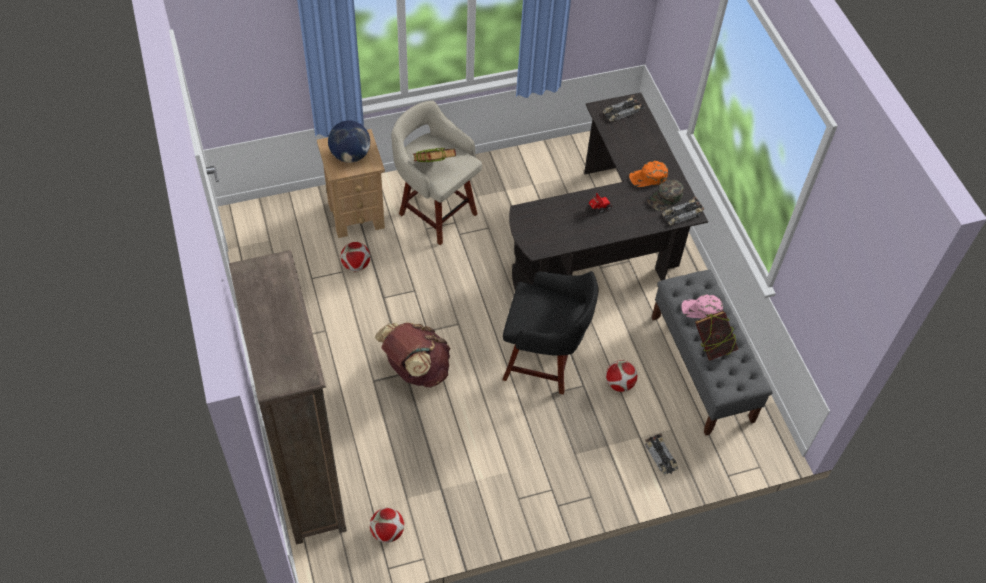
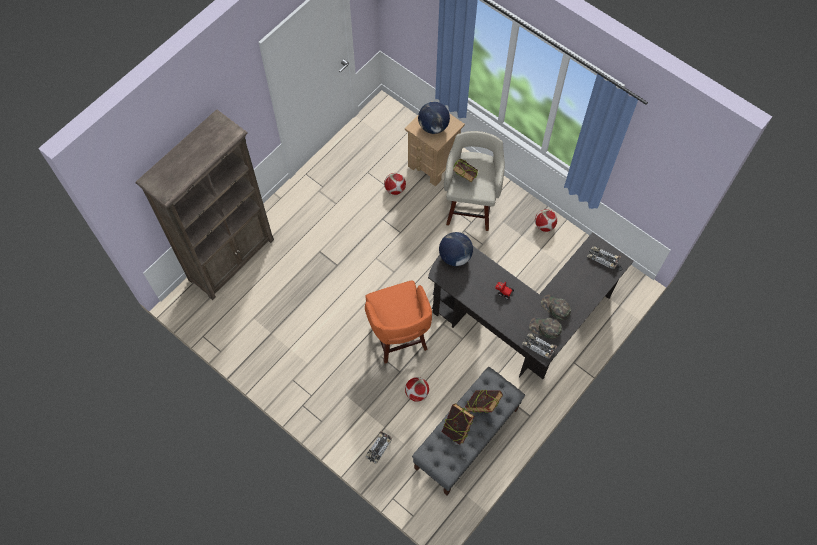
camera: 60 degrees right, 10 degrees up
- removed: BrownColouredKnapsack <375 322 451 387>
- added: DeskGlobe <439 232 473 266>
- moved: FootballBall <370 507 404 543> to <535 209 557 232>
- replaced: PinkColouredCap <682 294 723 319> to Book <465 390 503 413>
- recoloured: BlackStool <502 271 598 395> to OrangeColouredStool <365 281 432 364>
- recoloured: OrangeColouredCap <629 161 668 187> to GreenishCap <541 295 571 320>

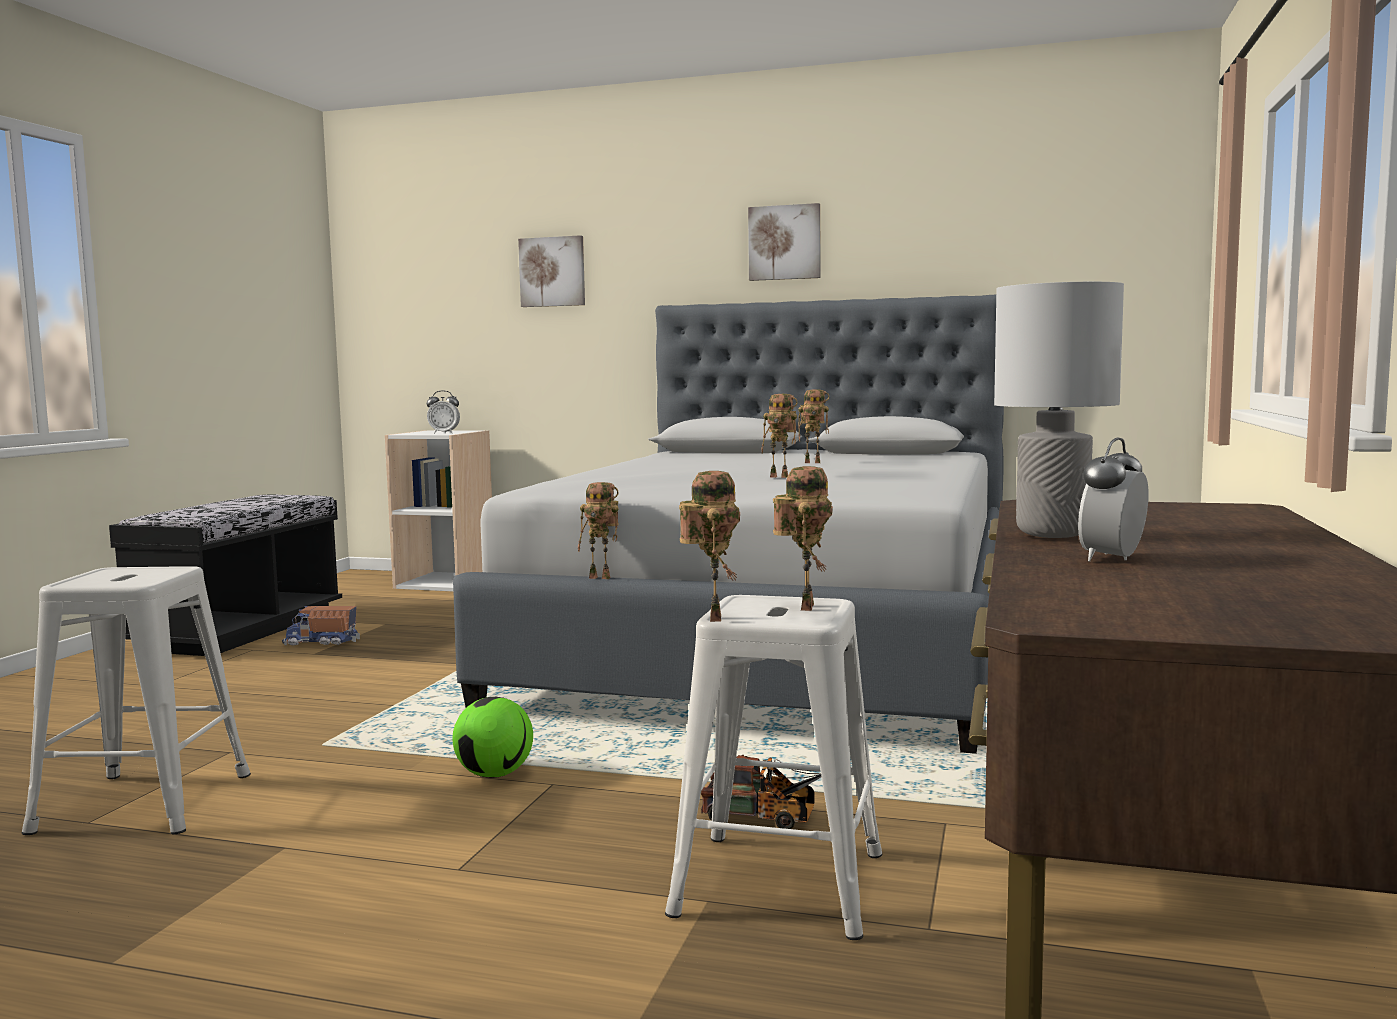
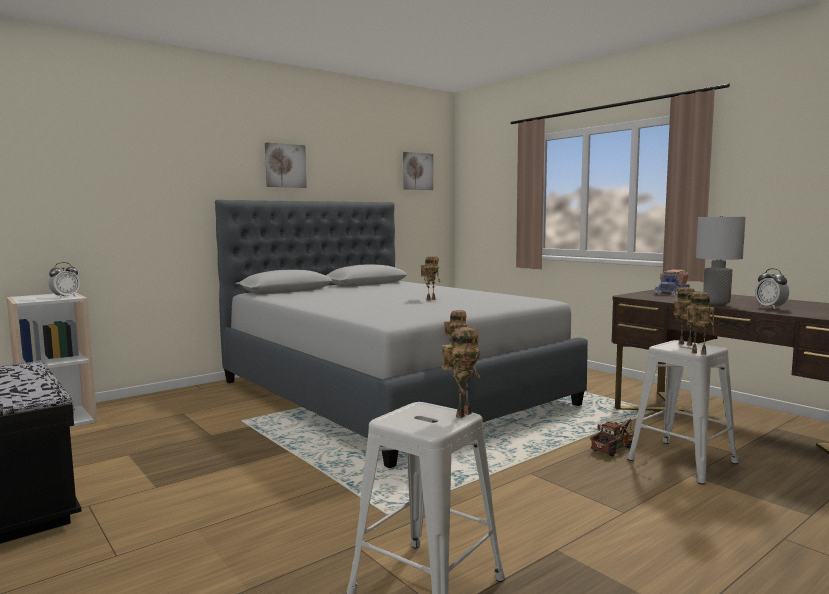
camera: 55 degrees left, 0 degrees up
- removed: FootballBall <453 697 533 778>
- moved: ModelTruck <282 606 360 646> to <654 270 690 295>
- moved: Picture <518 235 585 307> to <403 152 433 190>
- moved: ModelRobot <798 389 829 463> to <442 327 480 418>

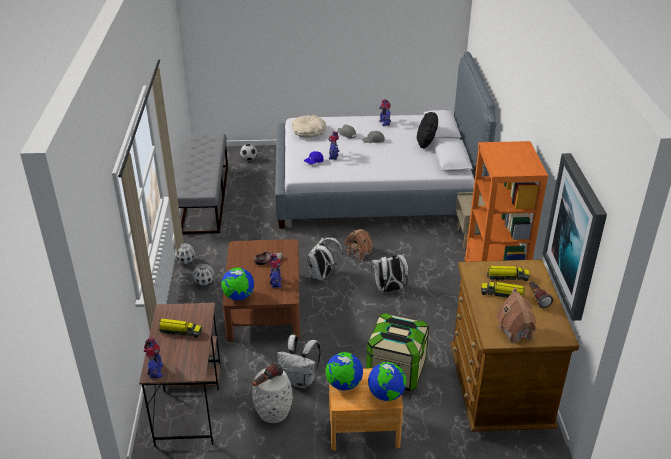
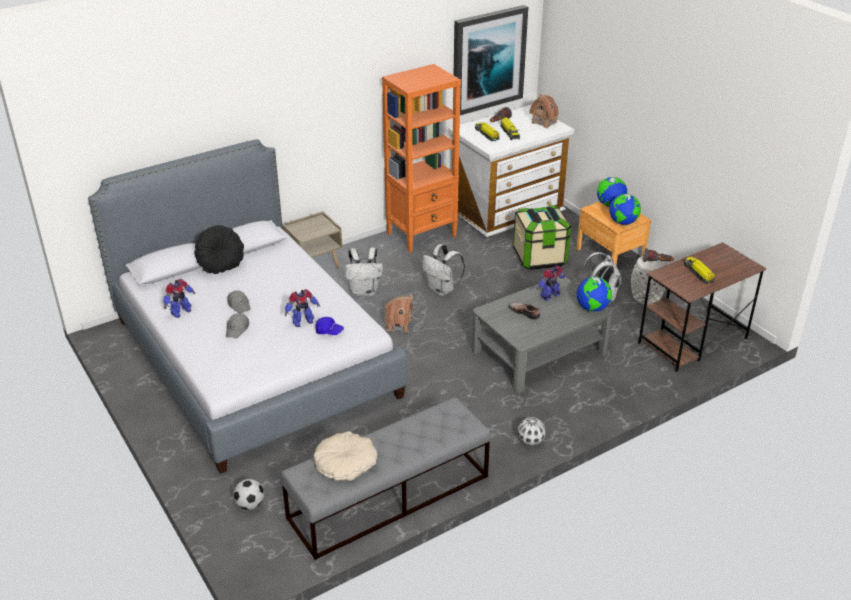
camera: 120 degrees left, 0 degrees up
- removed: ModelRobot <144 338 163 379>
- removed: FootballBall <193 264 214 286>
- moved: SandColouredPillow <292 115 326 138> to <314 431 377 481>
- moved: WhiteKnapsack <307 238 343 281> to <345 247 383 296>
- recoloured: BrownColouredLoungeTable <222 239 300 342> to GrayLoungeTable <472 276 612 393>
- recoloured: BrownColouredChestOfDrawers <450 259 579 432> to WhiteChestOfDrawers <448 105 575 237>

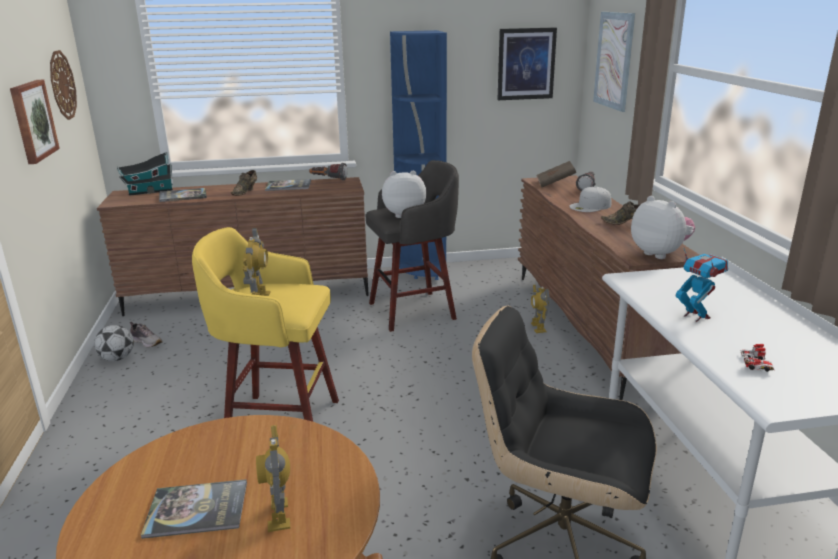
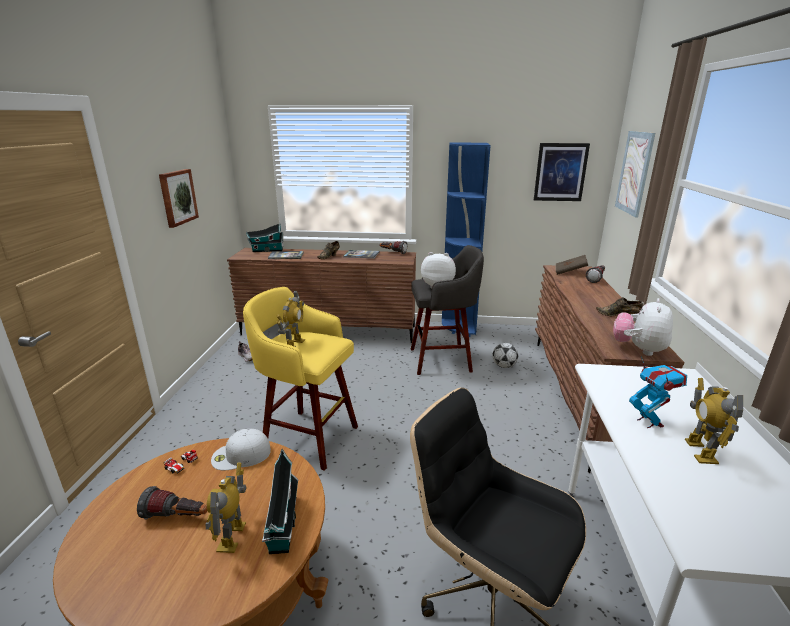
camera: 15 degrees right, 0 degrees up
- removed: HangingClock <50 50 77 120>
- added: ModelHouse <262 449 298 554>
- moved: FootballBall <94 325 134 361> to <492 343 518 368>
- moved: ModelRobot <531 285 550 333> to <685 378 743 464>
- moved: WhiteCap <569 187 612 212> to <211 429 271 470>
- moved: MiniatureCar <740 344 774 372> to <164 450 198 474>
- replaced: Book <141 479 247 539> to Torch <137 486 207 519>
- turned: PlushToy <631 196 695 259> = <613 298 673 356> 135 degrees counterclockwise

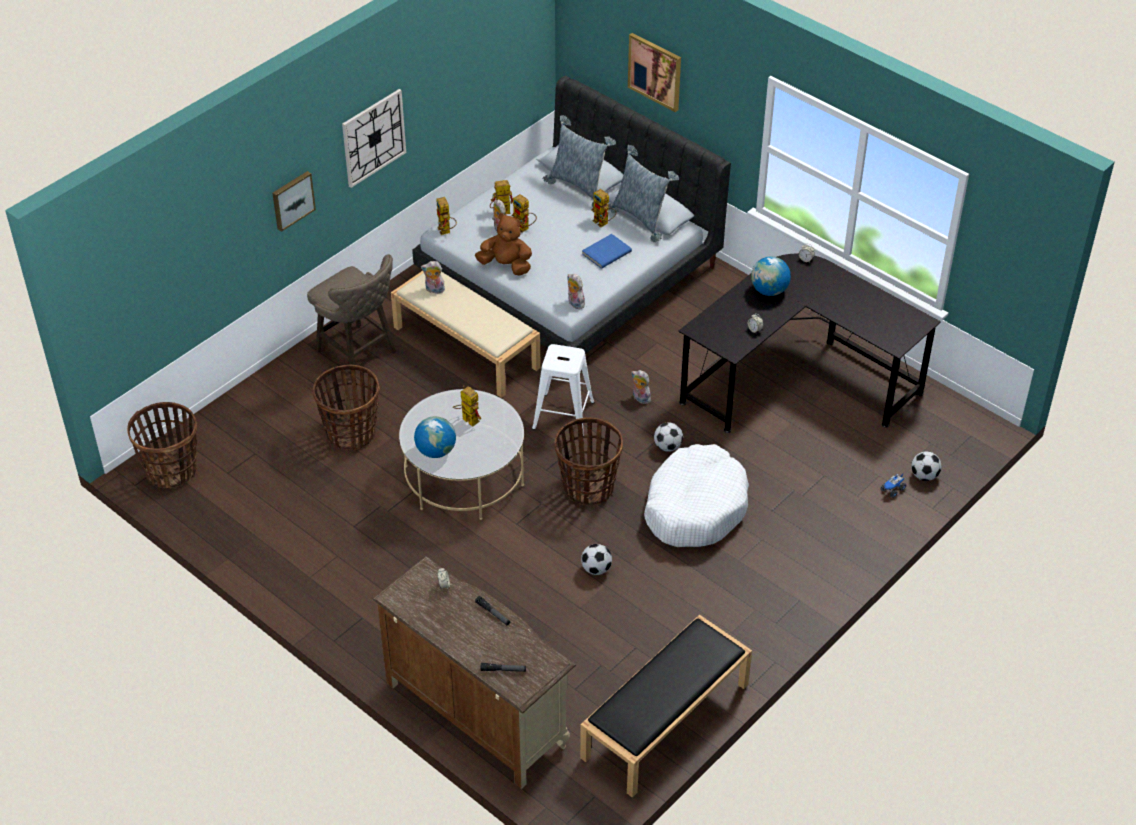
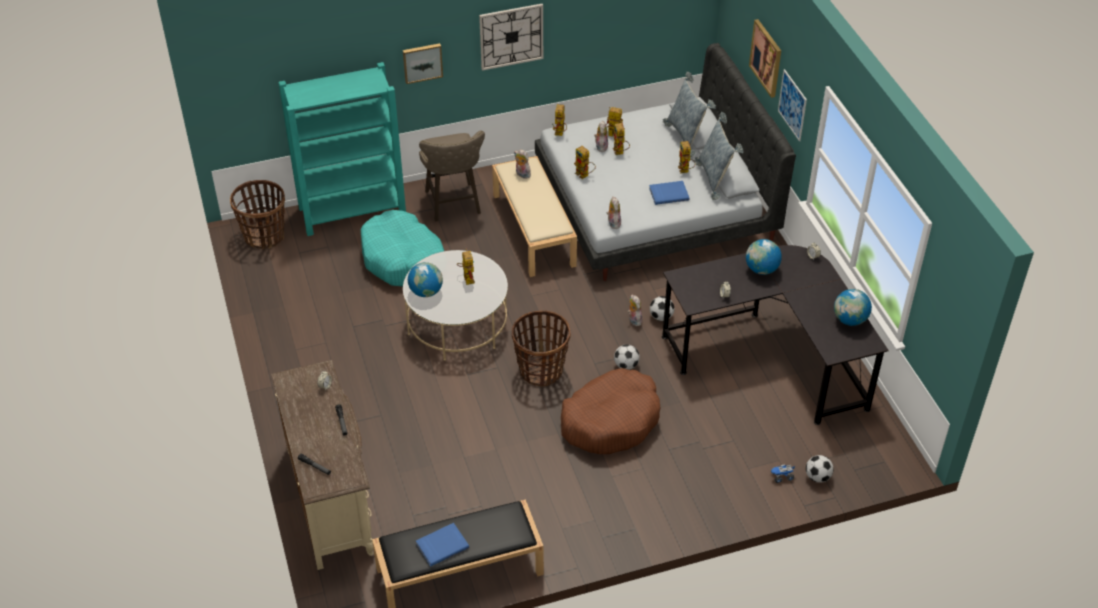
camera: 30 degrees right, 0 degrees up
- removed: WhiteStool <532 344 595 436>
- added: TurquoiseBookcase <278 62 406 236>
- added: BlueBook <416 523 469 567>
- added: Picture <778 69 807 141>
- added: DeskGlobe <834 289 872 326>
- moved: FootballBall <581 544 612 575> to <650 296 674 321>
- replaced: HouseholdBasket <313 365 380 451> to TurquoiseDogBed <361 210 444 286>
- replaced: BrownColouredPlushToy <475 213 532 275> to ModelRobot <574 146 596 179>
- recoloured: WhiteDogBed <644 444 749 547> to BrownColouredDogBed <561 368 660 454>

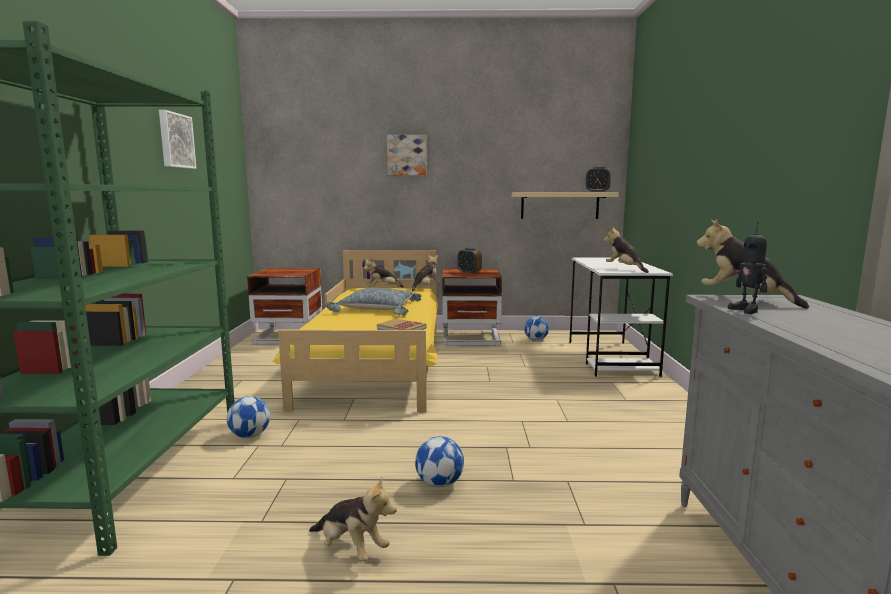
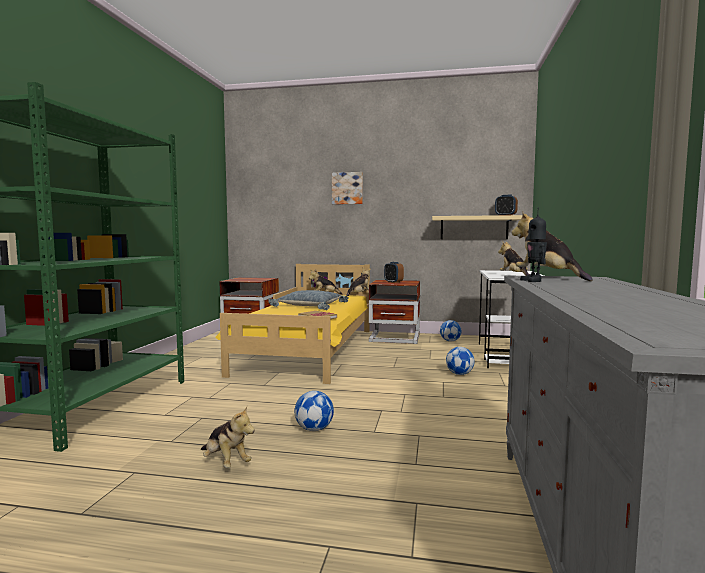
camera: 10 degrees right, 5 degrees down
- removed: Picture <159 110 196 169>
- moved: FootballBall <227 396 270 438> to <446 347 475 375>

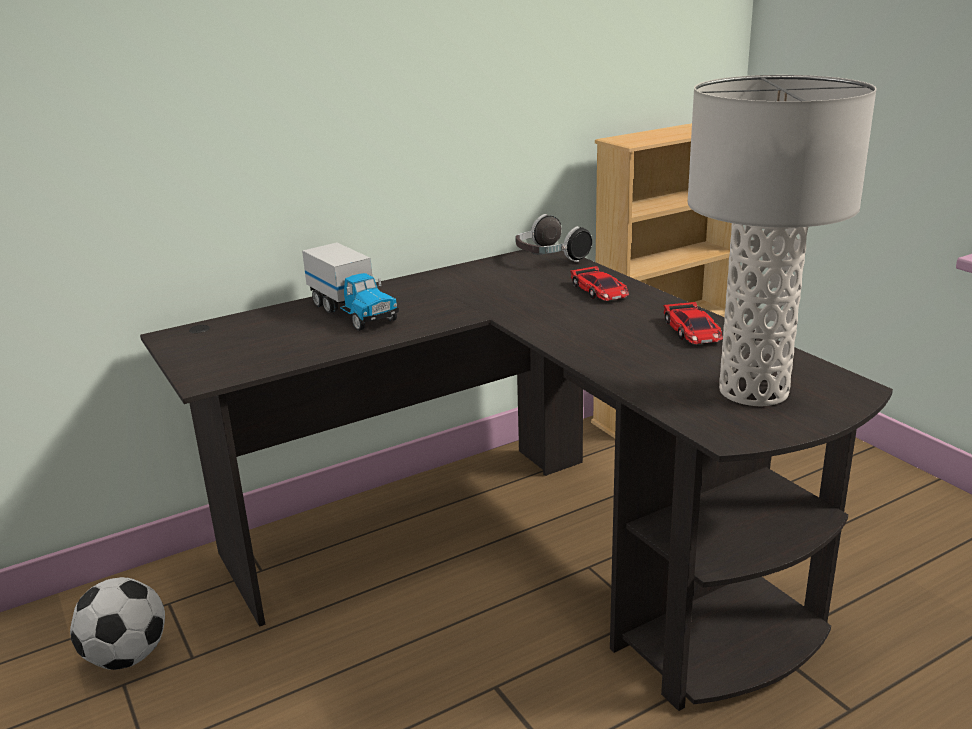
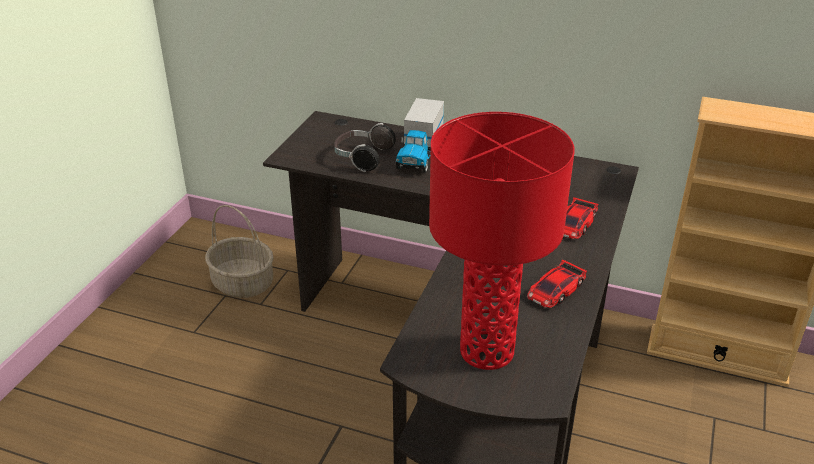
camera: 50 degrees right, 10 degrees up
- moved: Headphones <515 214 592 262> to <334 123 396 172>
- replaced: FootballBall <70 577 165 670> to HouseholdBasket <205 205 274 298>
- recoloured: WhiteLampForATable <688 75 877 406> to ReddishLampForATable <429 112 575 370>

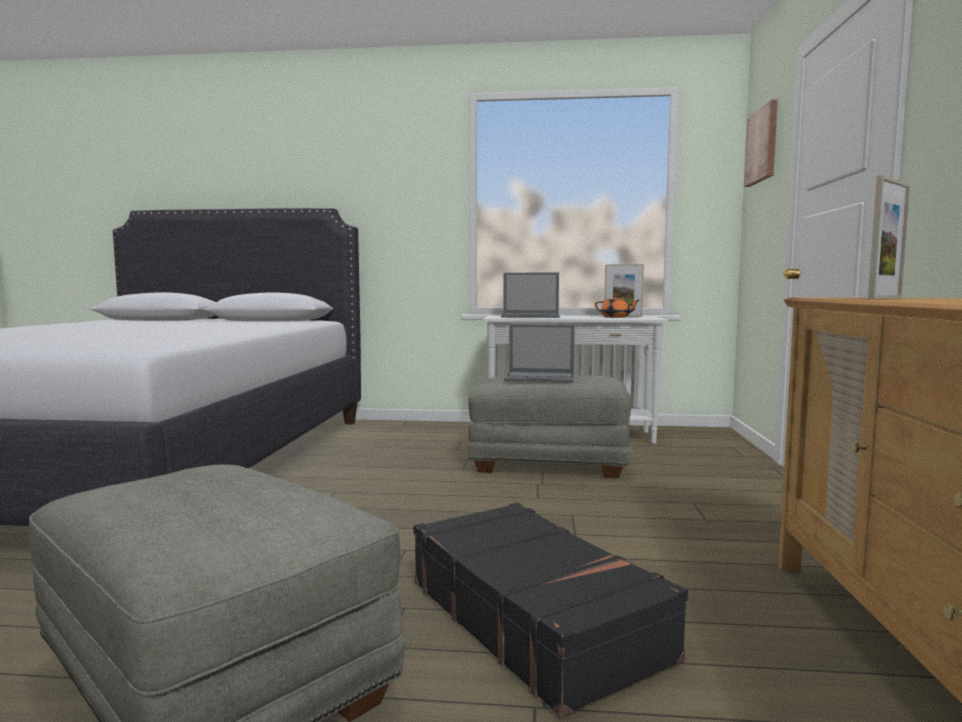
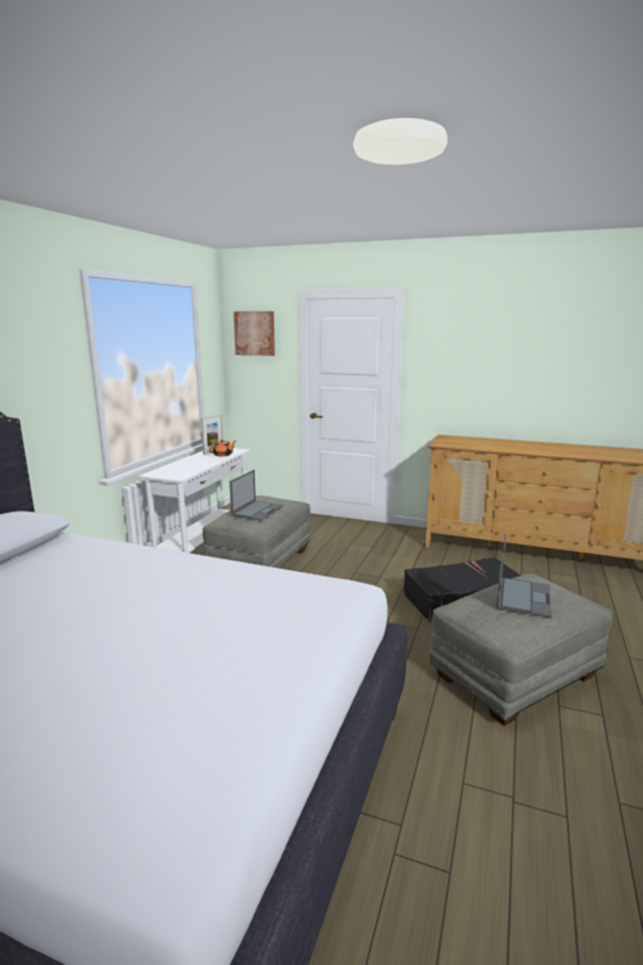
camera: 75 degrees left, 10 degrees up
- removed: StandingFrame <868 175 911 299>
- moved: NotebookComputer <501 273 560 318> to <497 535 552 618>

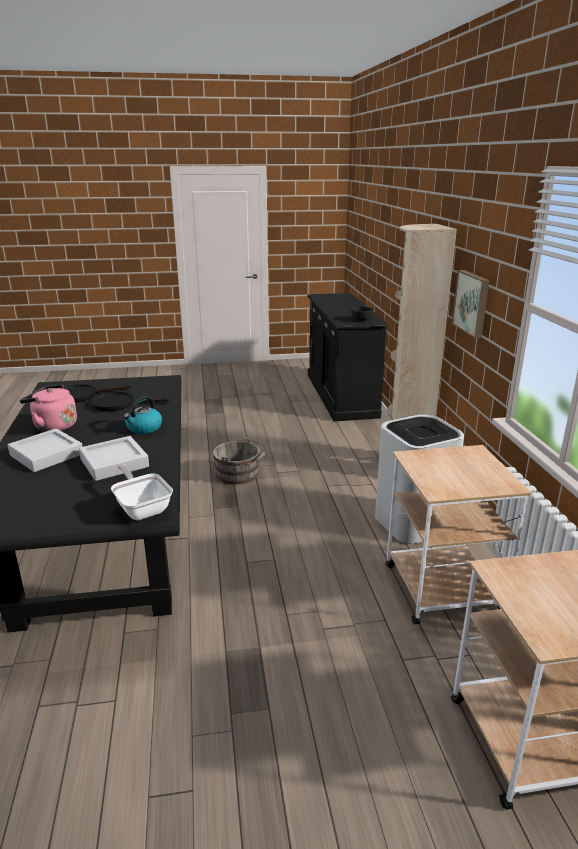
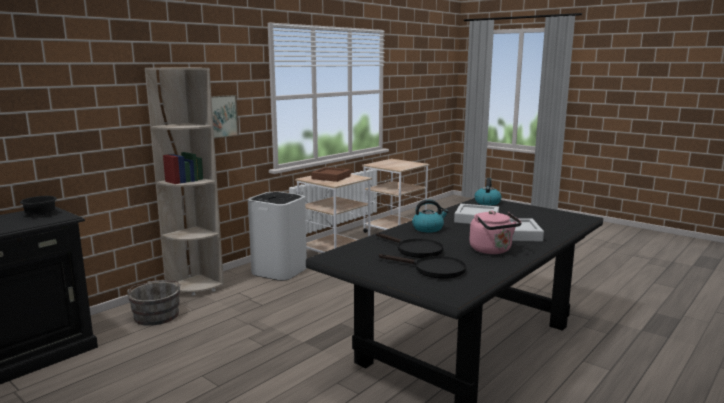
camera: 130 degrees left, 10 degrees down
- added: BrownColouredCarryingTray <311 167 351 182>
- moved: GrayPail <212 437 266 484> to <127 280 181 326>
- replaced: FryingPan <111 464 173 520> to Kettle <474 178 502 205>

